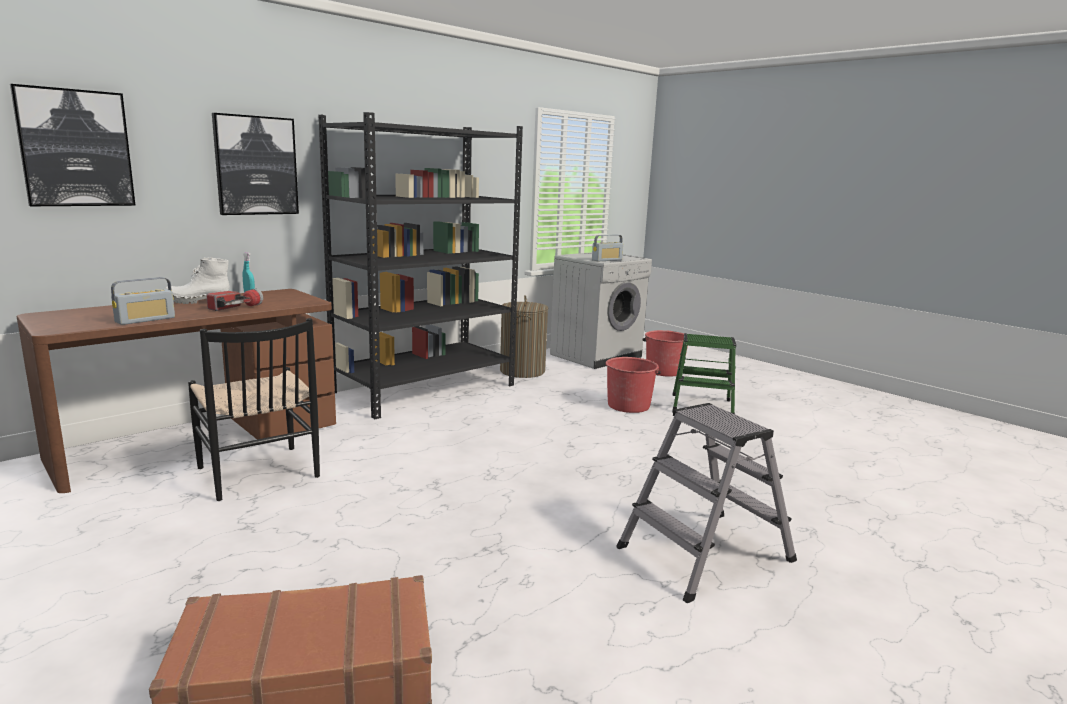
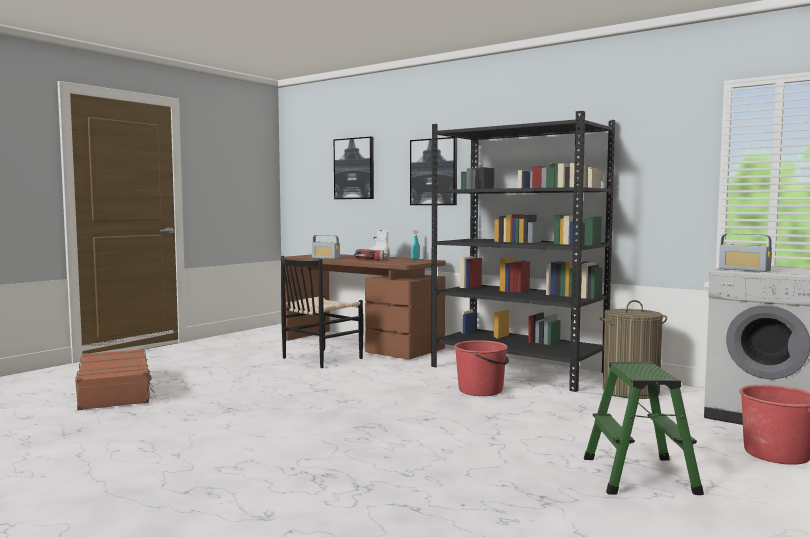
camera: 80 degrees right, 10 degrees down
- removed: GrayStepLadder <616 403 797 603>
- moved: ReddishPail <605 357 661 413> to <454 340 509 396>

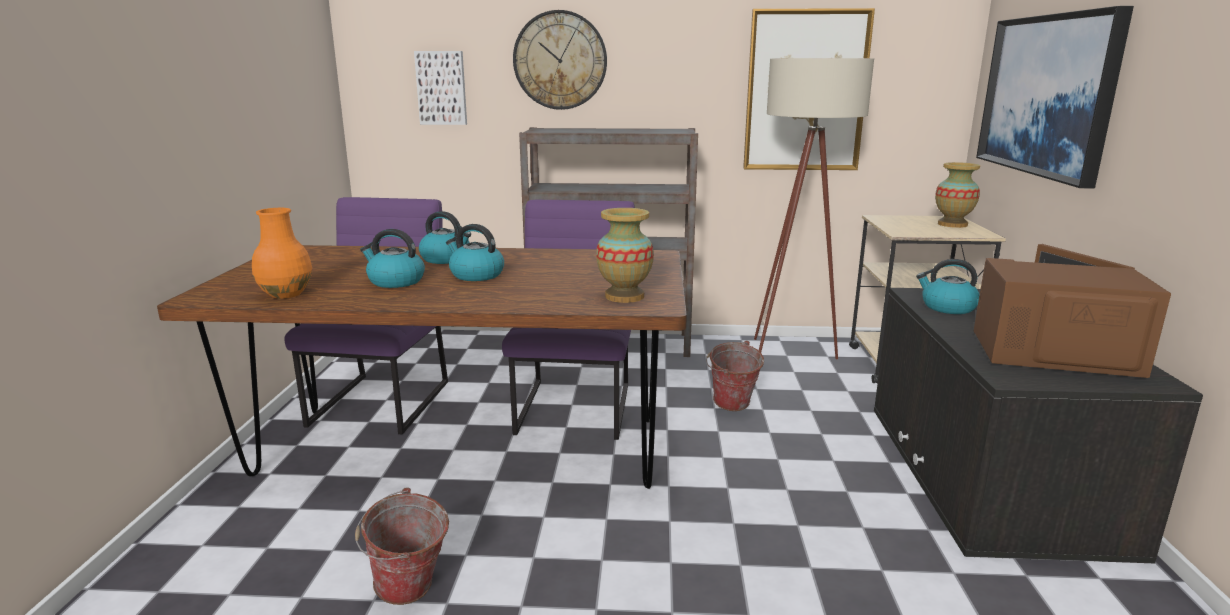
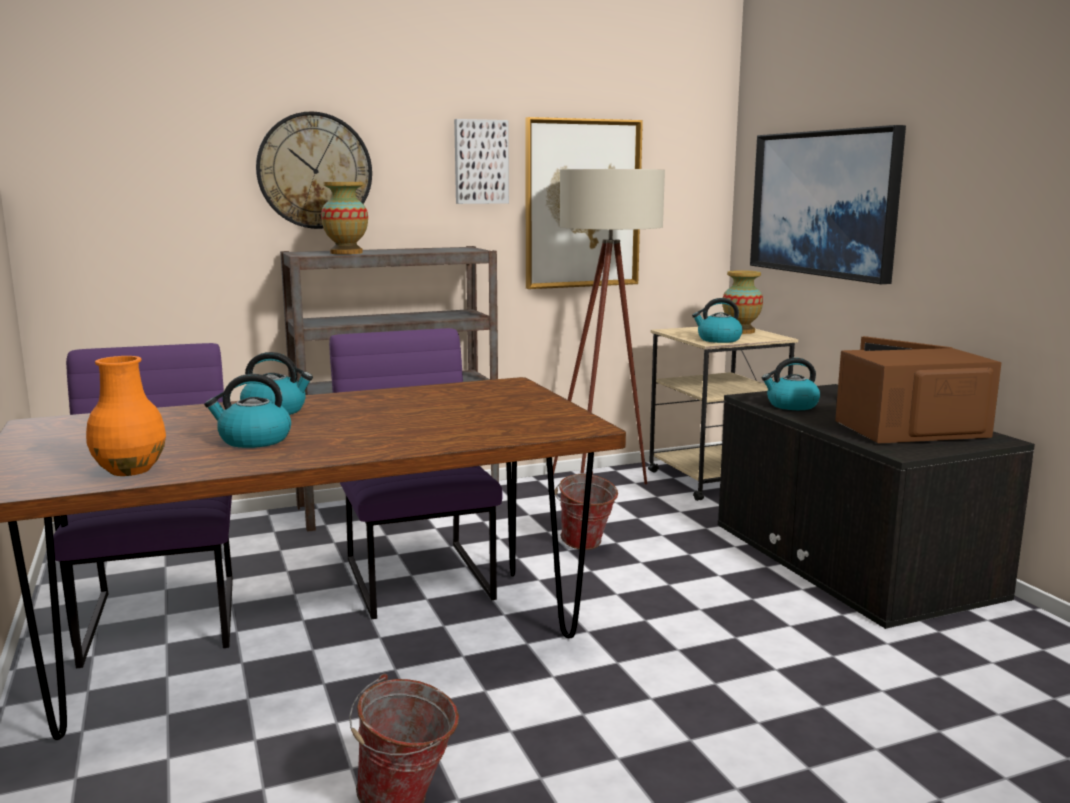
camera: 25 degrees left, 5 degrees down
- moved: Picture <414 51 467 125> to <454 119 509 204>
- moved: Kettle <446 224 504 281> to <692 298 743 343>
- moved: FlowerVase <596 208 654 303> to <321 182 368 254>

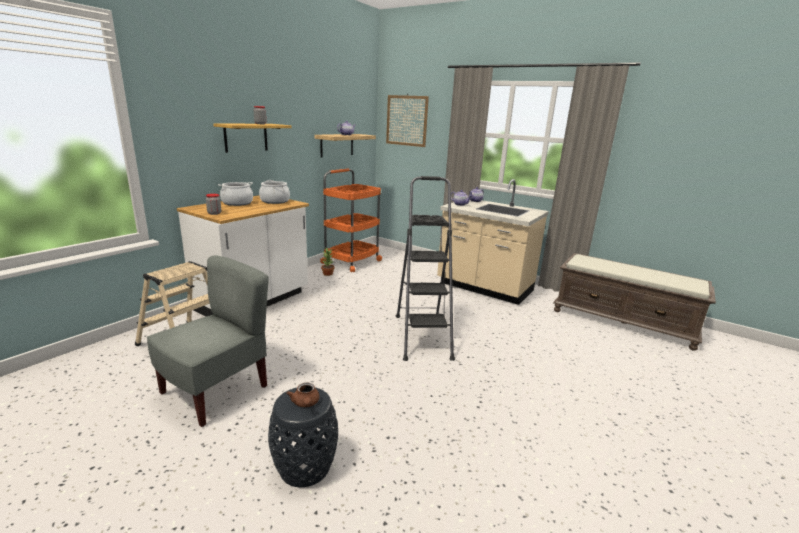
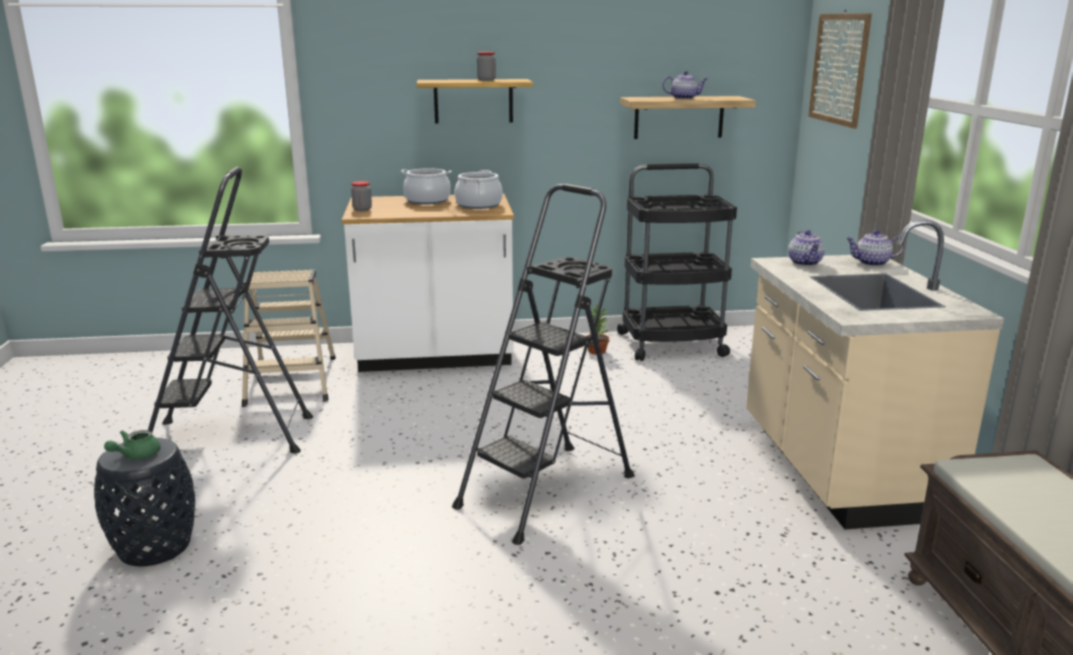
camera: 50 degrees right, 0 degrees up
- replaced: GrayUprightChair <147 256 269 427> to StepLadder <148 167 313 453>
- recoloured: BrownColouredPotForTea <286 383 320 407> to GreenishPotForTea <104 430 161 460>
- recoloured: OrangeColouredWheeledCart <320 168 382 272> to BlackWheeledCart <617 163 737 361>

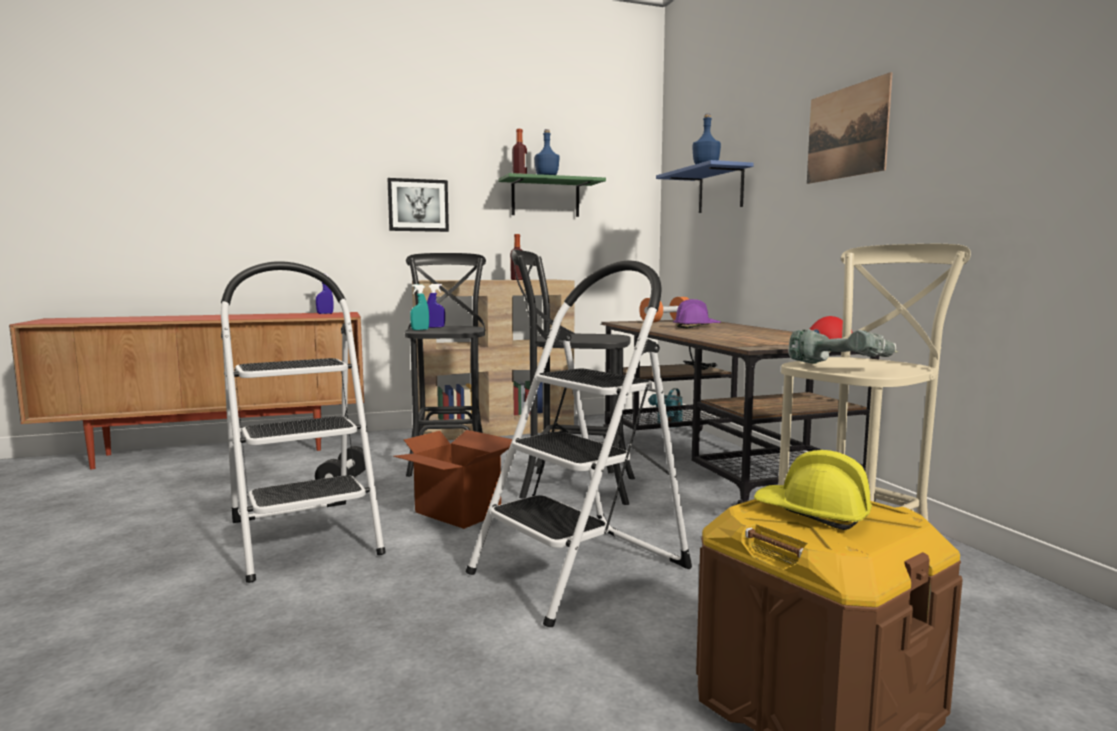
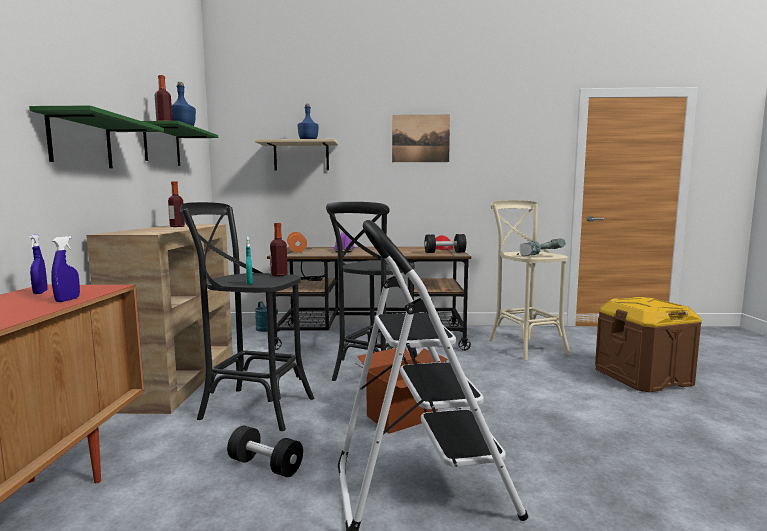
camera: 70 degrees left, 0 degrees up
- removed: StepLadder <466 261 692 627>
- removed: YellowColouredHardHat <754 450 872 530>
- added: Bottle <270 223 288 276>
- added: BlackFreeWeight <425 234 467 253>
- moved: BlueSprayer <427 284 445 328> to <51 236 80 302>
- replaced: Picture <387 178 449 232> to GreenishShelf <29 105 164 168>
- recoloured: BlueShelf <656 160 754 213> to SandColouredShelf <255 139 338 171>

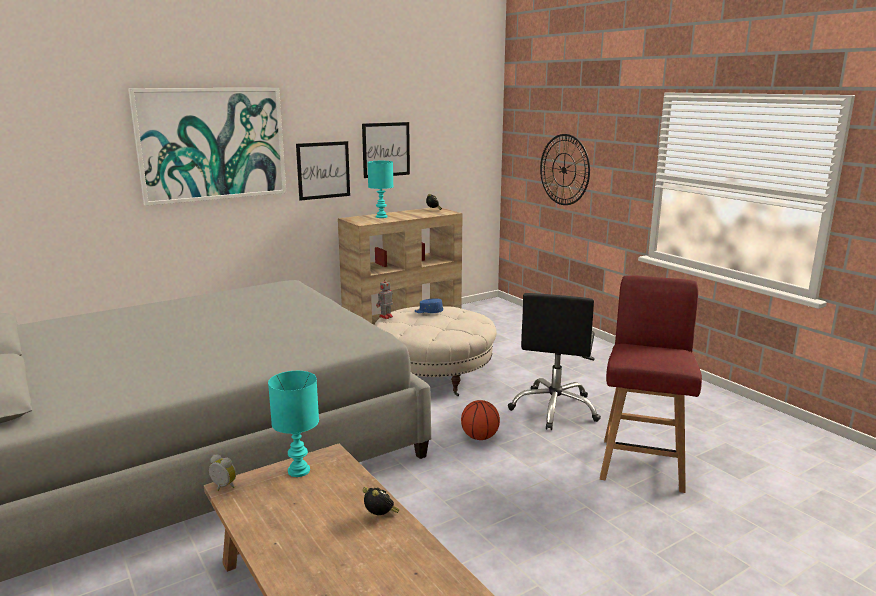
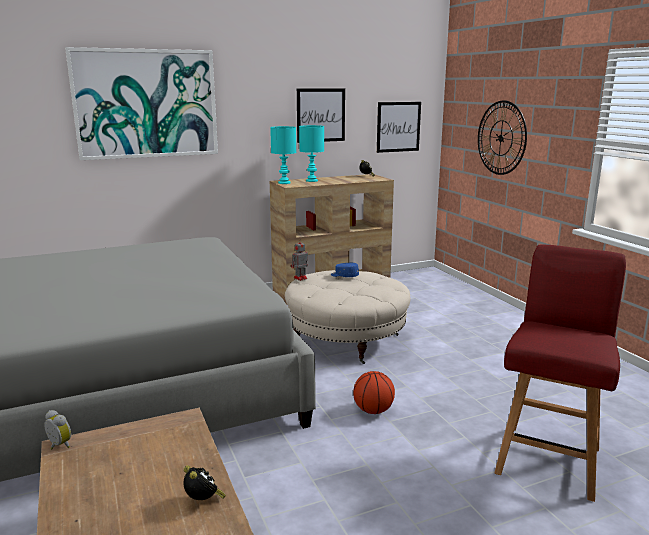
camera: 10 degrees right, 0 degrees up
- removed: BlackDeskChair <508 293 601 430>
- moved: TurquoiseLampForATable <268 371 319 477> to <270 126 296 184>
- moved: Picture <296 141 350 201> to <377 102 421 153>

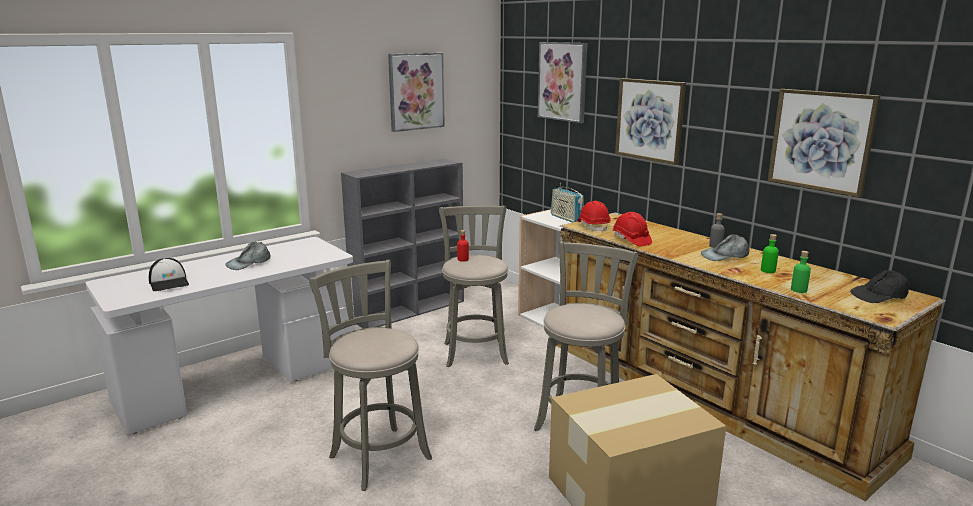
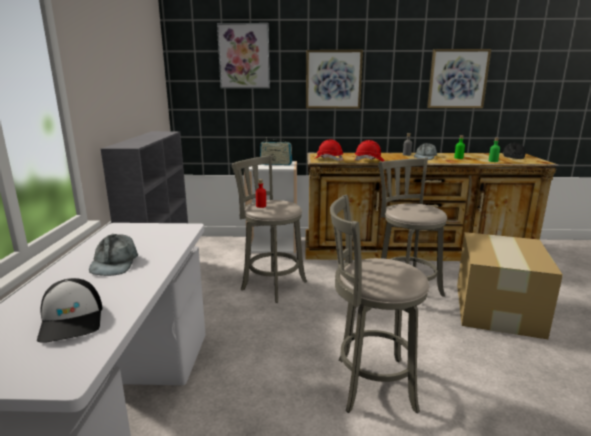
camera: 50 degrees left, 0 degrees up
- removed: Picture <388 53 445 132>
- turned: Cap <149 258 189 291> = <37 278 103 343> 60 degrees clockwise

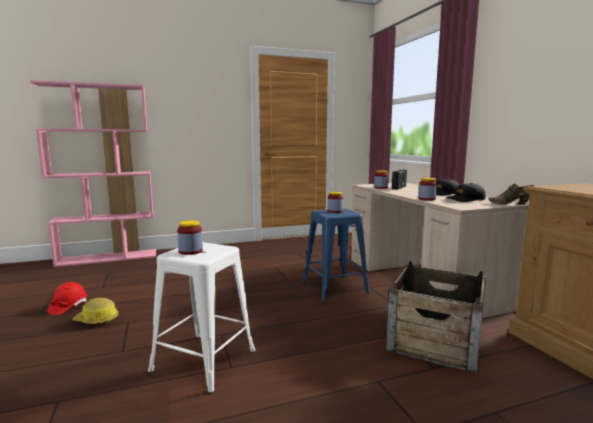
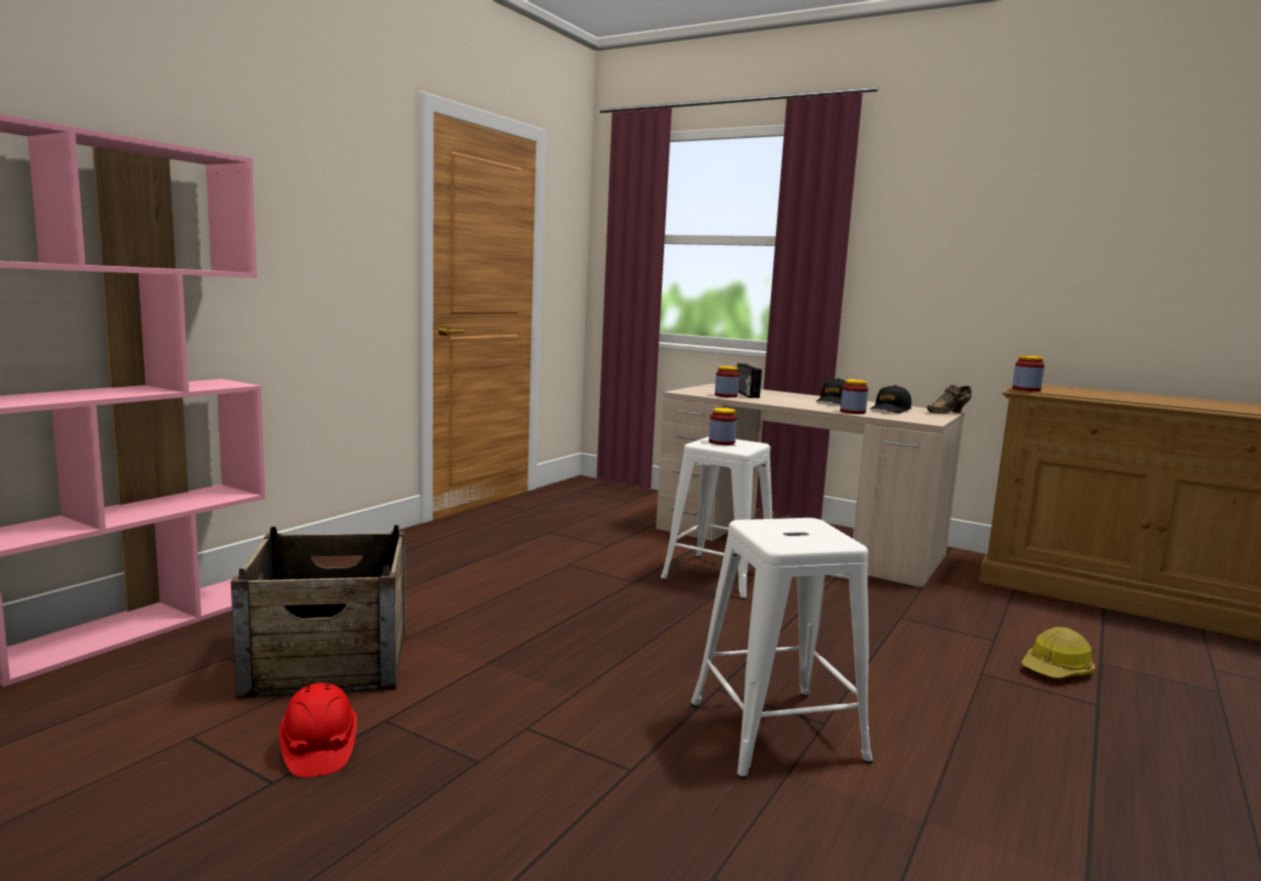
camera: 40 degrees left, 0 degrees up
- moved: HardHat <72 298 119 324> to <1021 627 1095 678>
- moved: Jar <177 220 203 255> to <1012 355 1045 392>
- moved: ShippingCrate <386 261 486 374> to <231 525 405 699>
- recoloured: BlueStool <302 209 370 301> to WhiteStool <661 437 772 600>

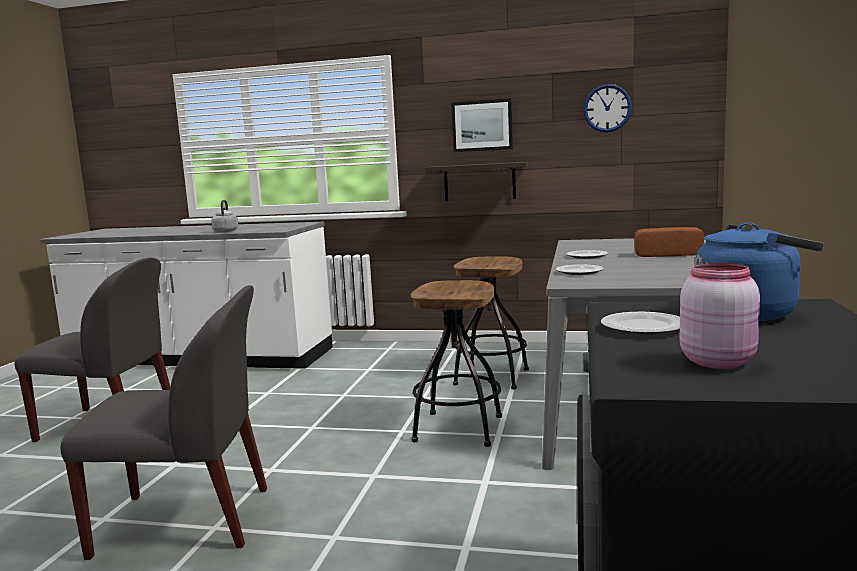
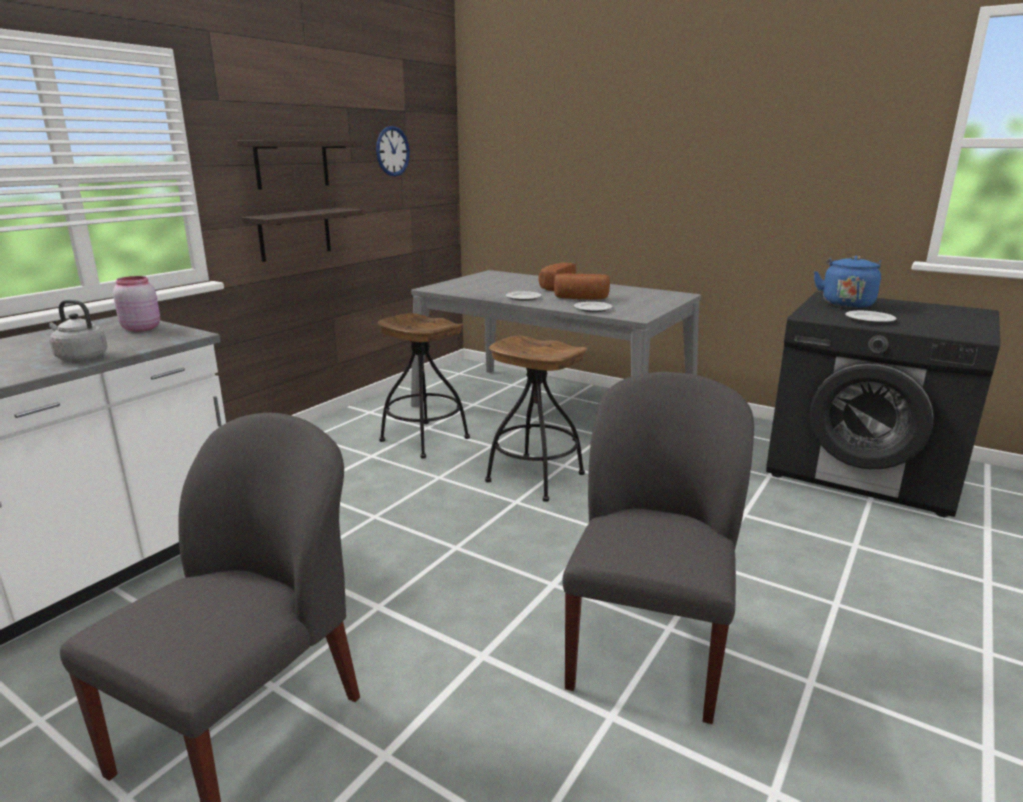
camera: 70 degrees left, 10 degrees up
- added: BakedBread <554 273 610 299>
- moved: PinkColouredJar <680 263 760 369> to <113 276 160 332>
- replaced: Picture <451 98 513 152> to Shelf <237 140 362 190>

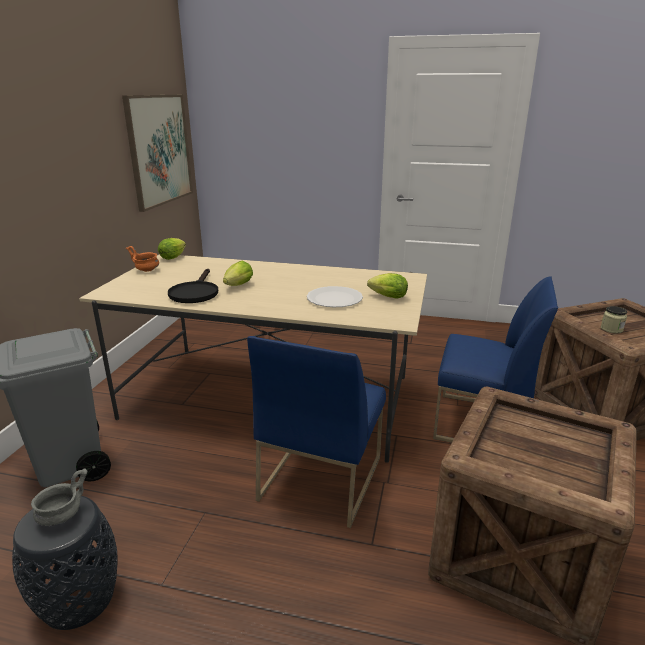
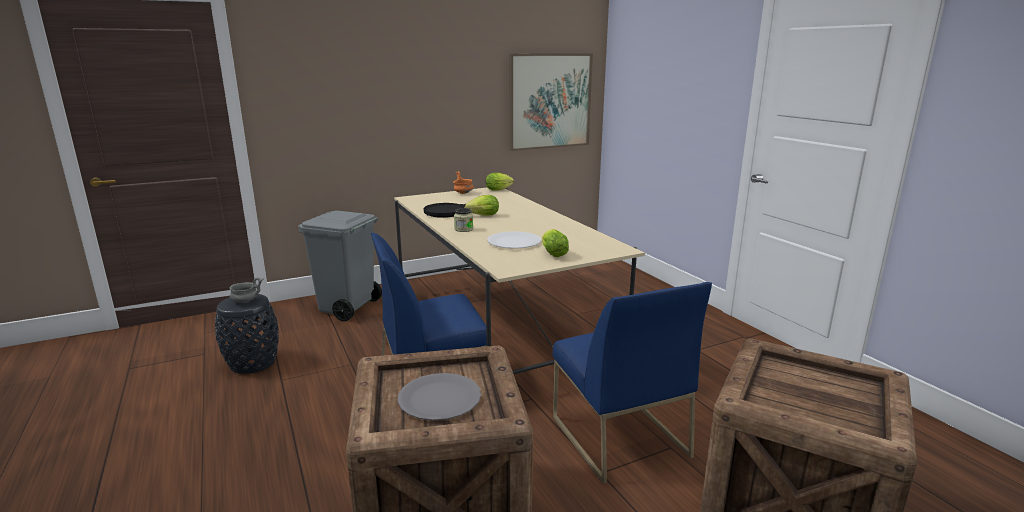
camera: 50 degrees right, 5 degrees down
- added: GrayFlatDish <398 373 481 421>
- moved: Jar <601 306 627 333> to <454 208 473 232>

